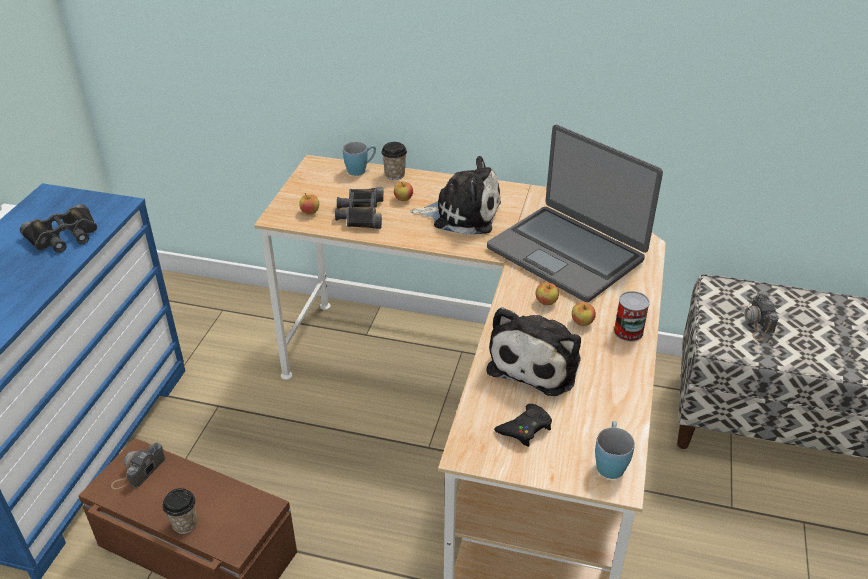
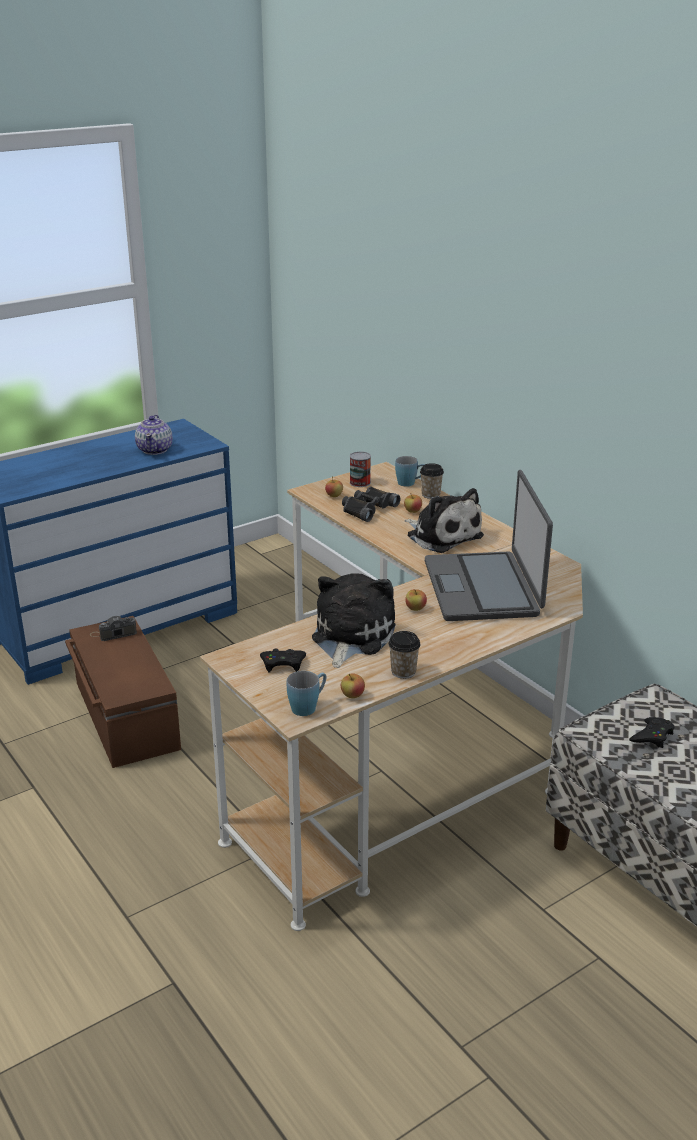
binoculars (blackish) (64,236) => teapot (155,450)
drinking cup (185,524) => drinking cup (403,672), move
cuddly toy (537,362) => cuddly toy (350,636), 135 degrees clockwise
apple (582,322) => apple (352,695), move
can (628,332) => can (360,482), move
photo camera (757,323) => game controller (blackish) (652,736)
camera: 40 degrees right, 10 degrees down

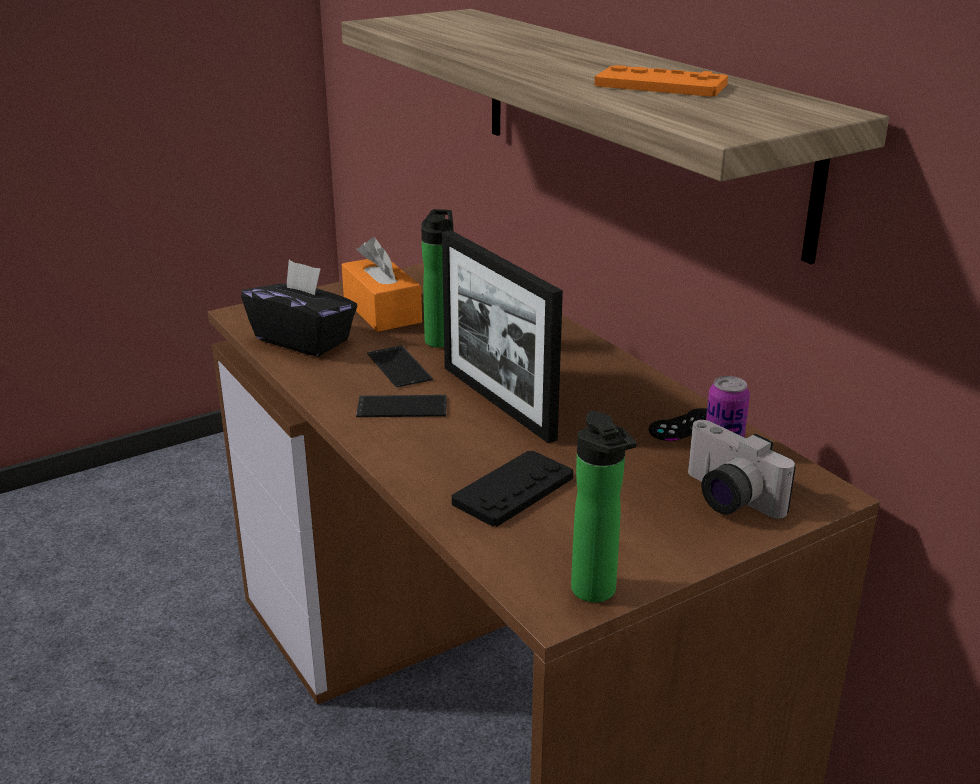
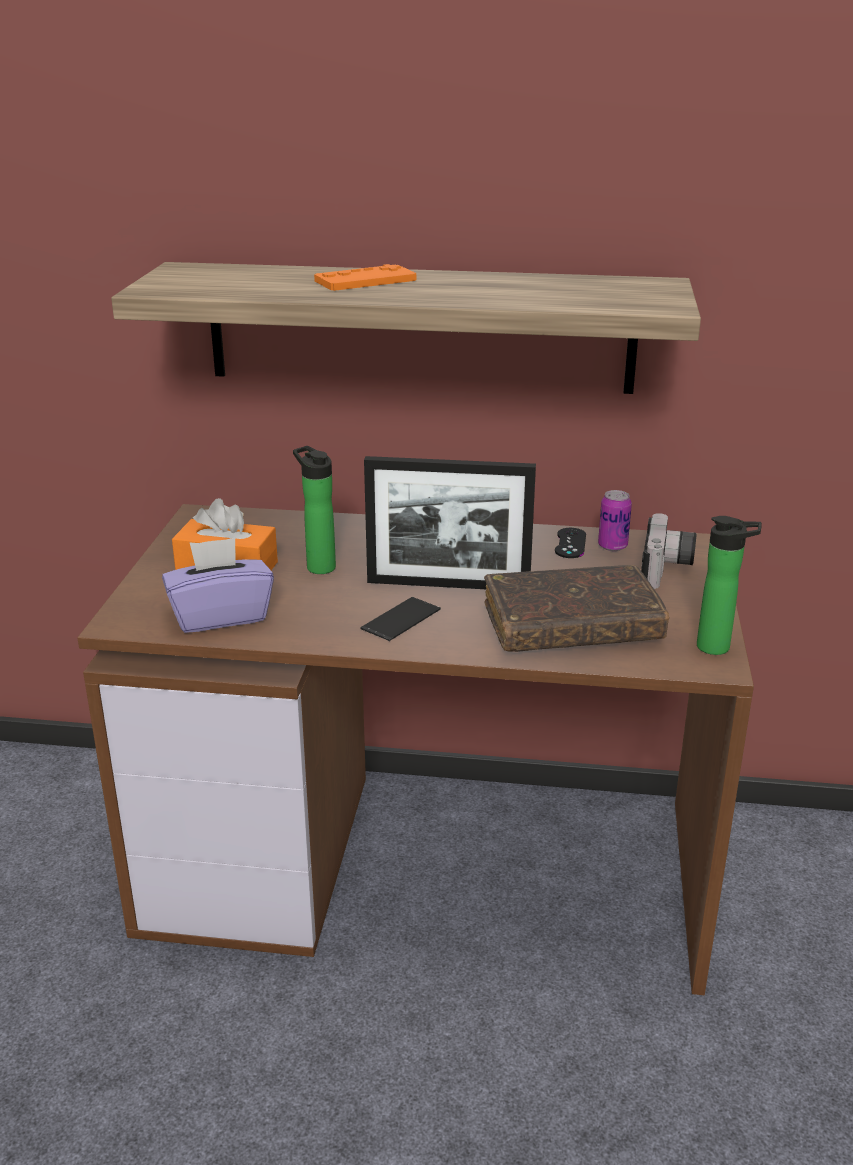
tissue box (blackish) (303,340) => tissue box (purple-coloured) (220,616)
phone (399,367) => nothing
game controller (blackish) (513,490) => volume (brown-coloured) (572,626)
game controller (orangey) (660,85) => game controller (orangey) (365,280), move
photo camera (725,498) => photo camera (667,570), 75 degrees counterclockwise
camera: 50 degrees left, 0 degrees up

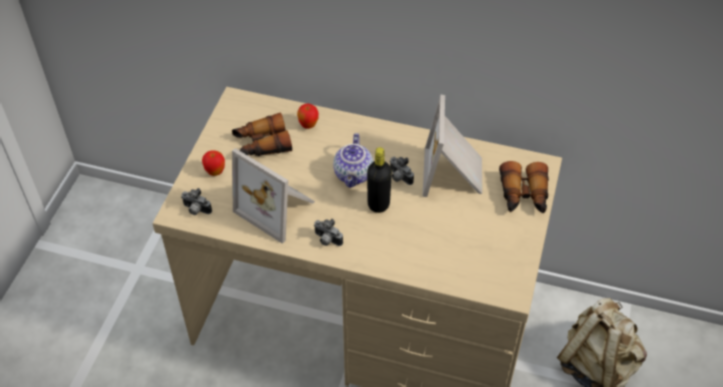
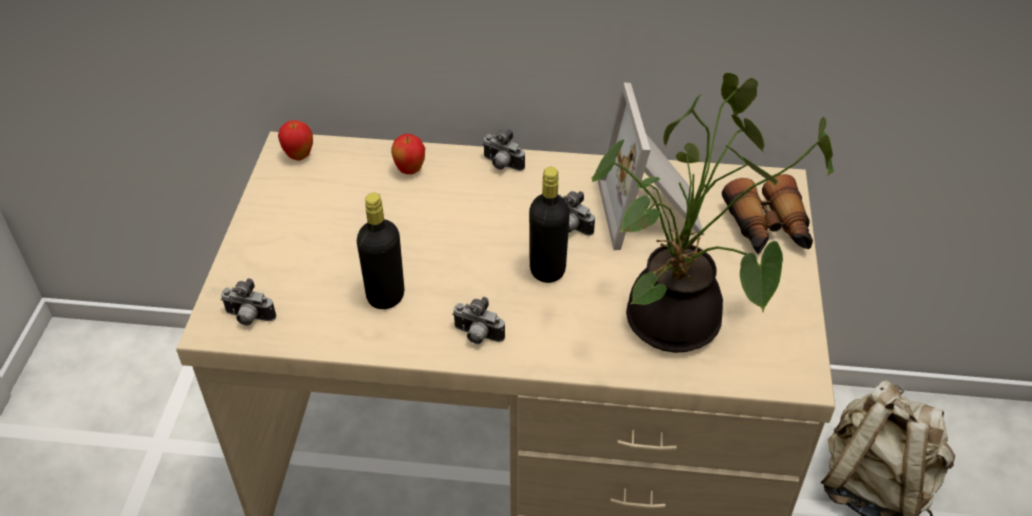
apple (215,172) => apple (299,156), move
binoculars (261,144) => nothing
standing frame (278,207) => bottle (blackish) (385,296)
teapot (354,175) => nothing
nothing => photo camera (501,165)
nothing => potted plant (679,327)
camera: 10 degrees left, 5 degrees down

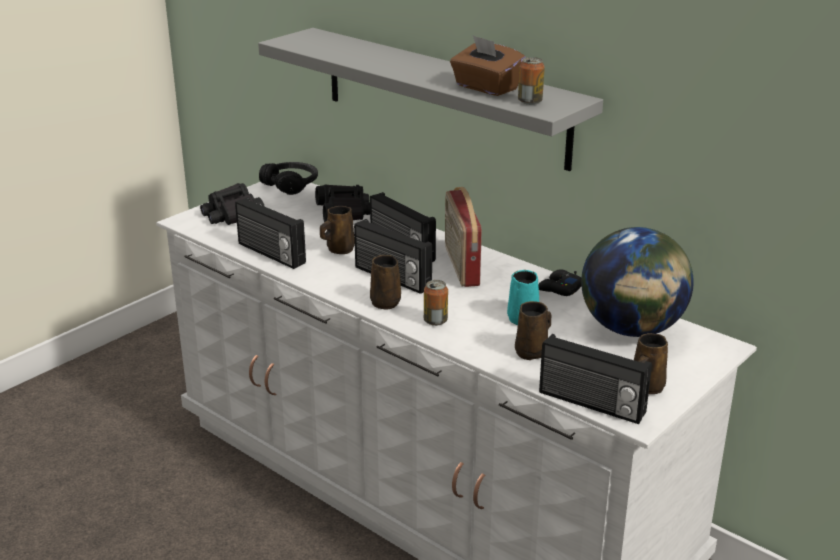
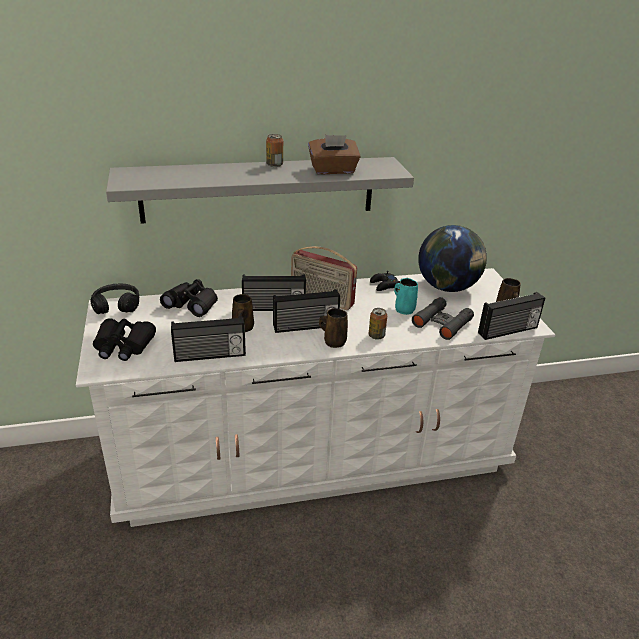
tea mug (brown-coloured) (532,352) => binoculars (blackish) (442,323)
can (530,101) => can (274,165), move
camera: 55 degrees left, 5 degrees up

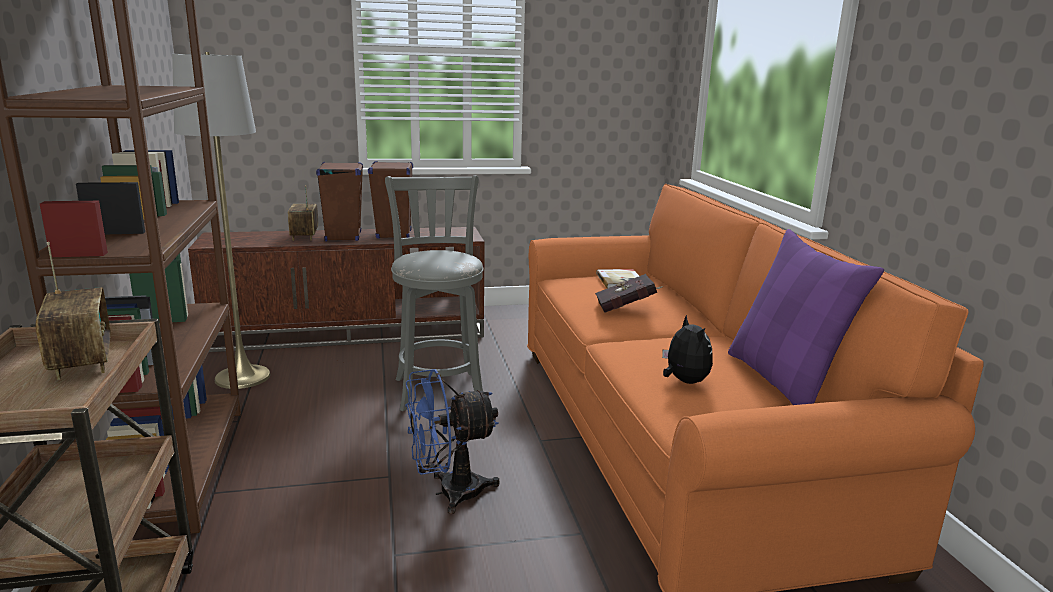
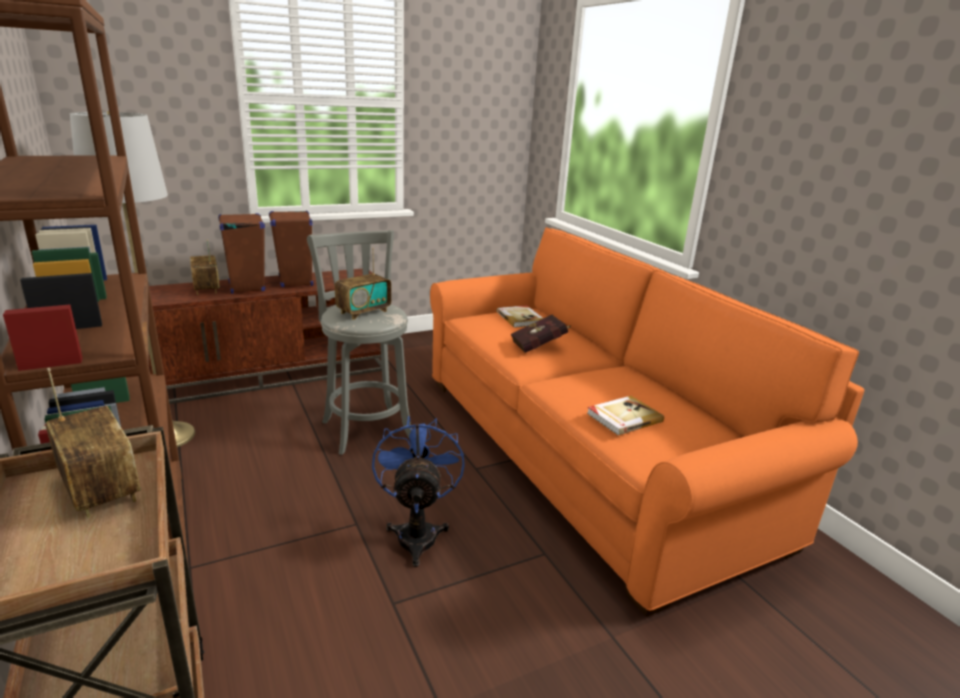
fan (bluish) (449,493) => fan (bluish) (417,532), 120 degrees clockwise
cuddly toy (684,381) => volume (623,417)
pillow (purple-coloured) (783,381) => nothing
nothing => radio receiver (363,312)
camera: 15 degrees left, 5 degrees up

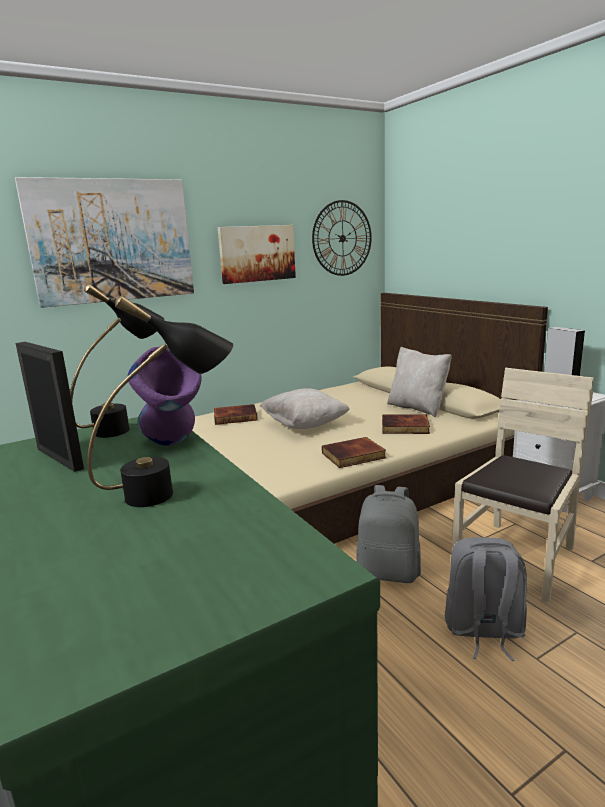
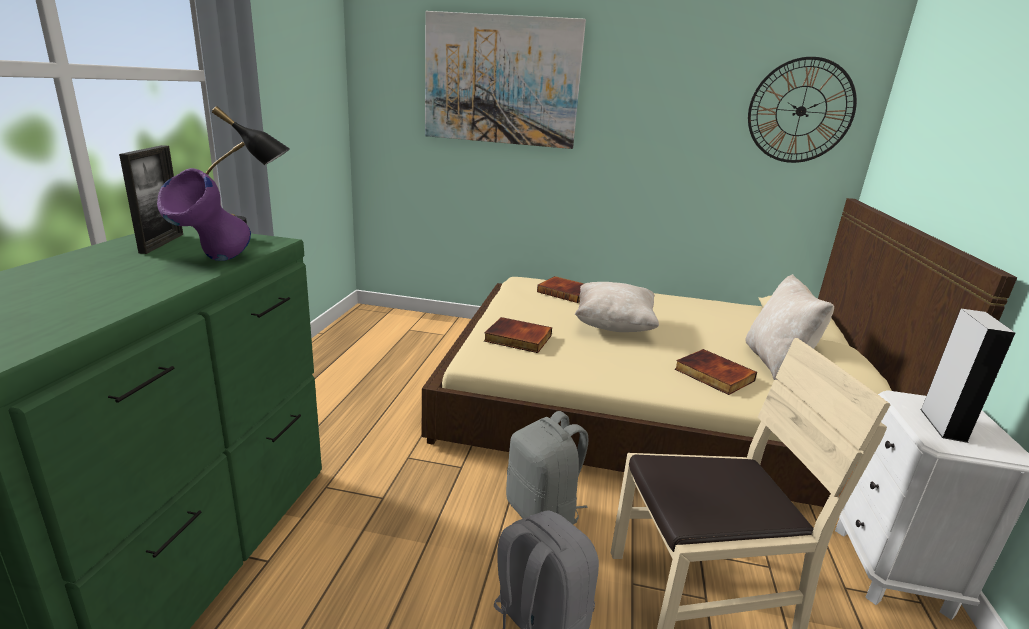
table lamp (blackish) (173,490) => nothing
picture (257,253) => nothing
volume (353,456) => volume (517,338), move
camera: 40 degrees right, 5 degrees up

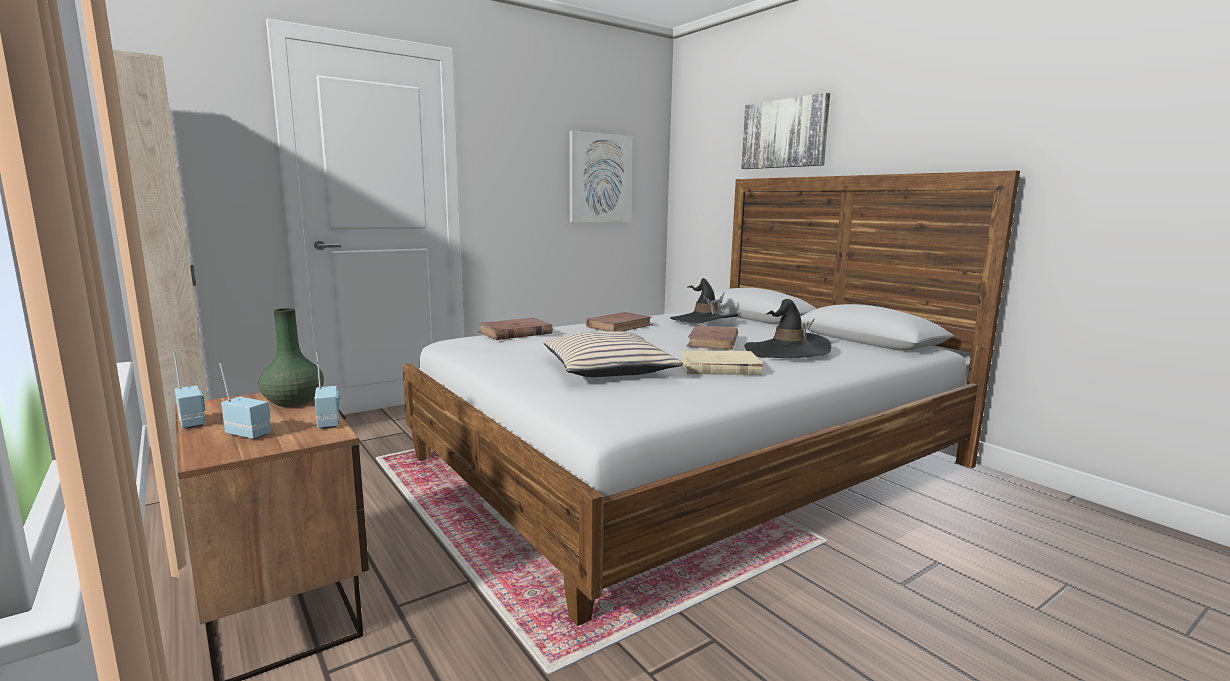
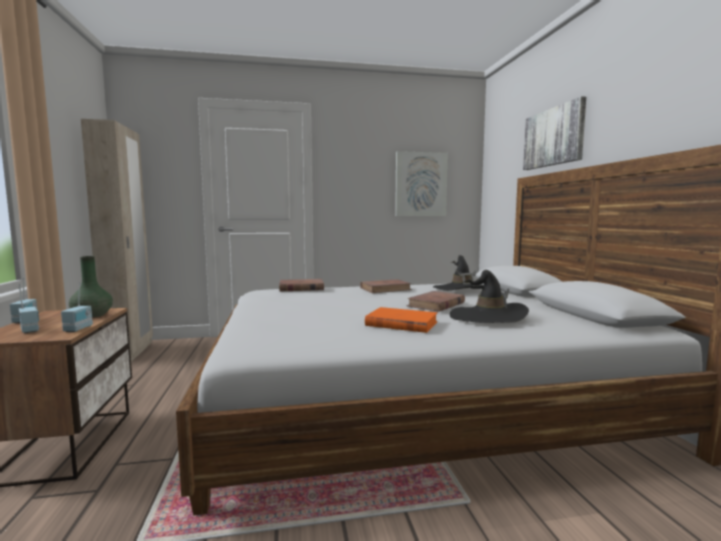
pillow (sand-coloured) (608,369) => nothing
volume (sand-coloured) (719,368) => volume (orangey) (401,324)
camera: 25 degrees right, 5 degrees down

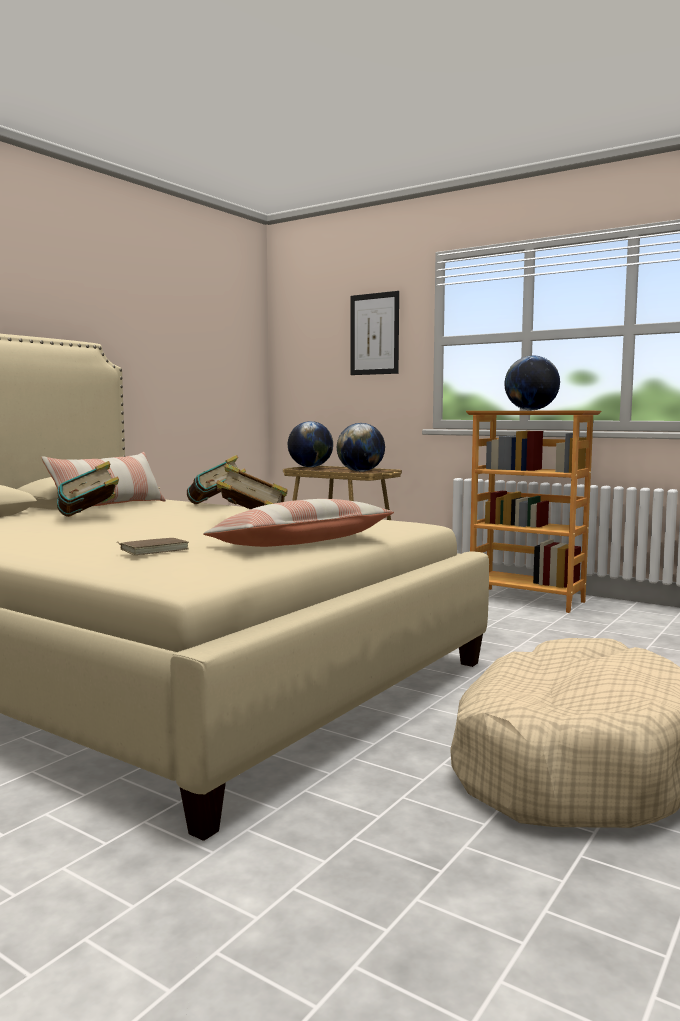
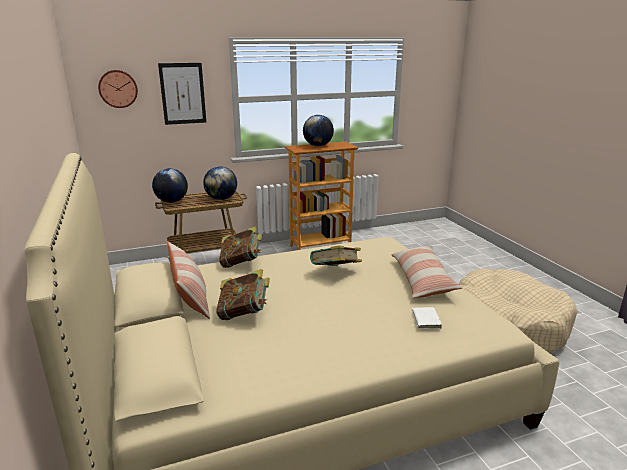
volume (brown-coloured) (154,550) => volume (white) (424,320)
nothing => wall clock (118,89)
camera: 55 degrees left, 15 degrees up

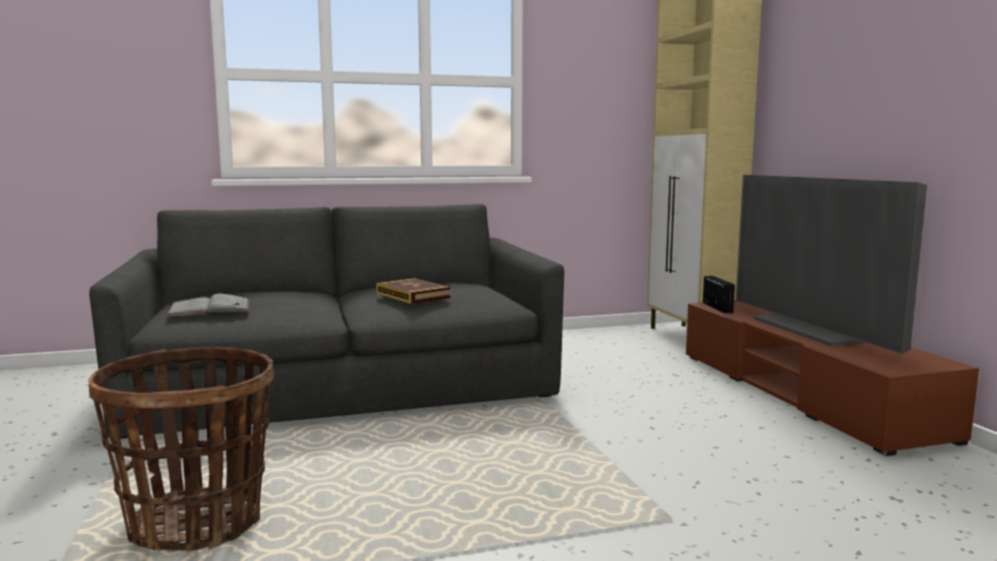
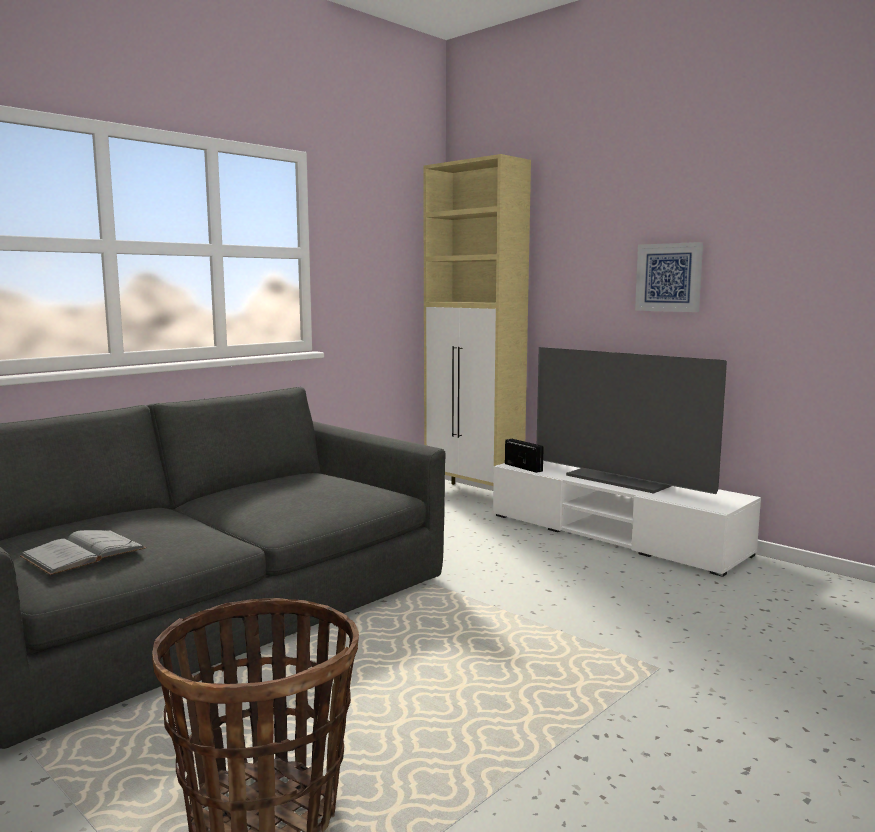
volume (413,295) => nothing
tv stand (brown-coloured) (802,393) => tv stand (white) (614,534)
nothing => picture (669,277)
camera: 30 degrees left, 0 degrees up

